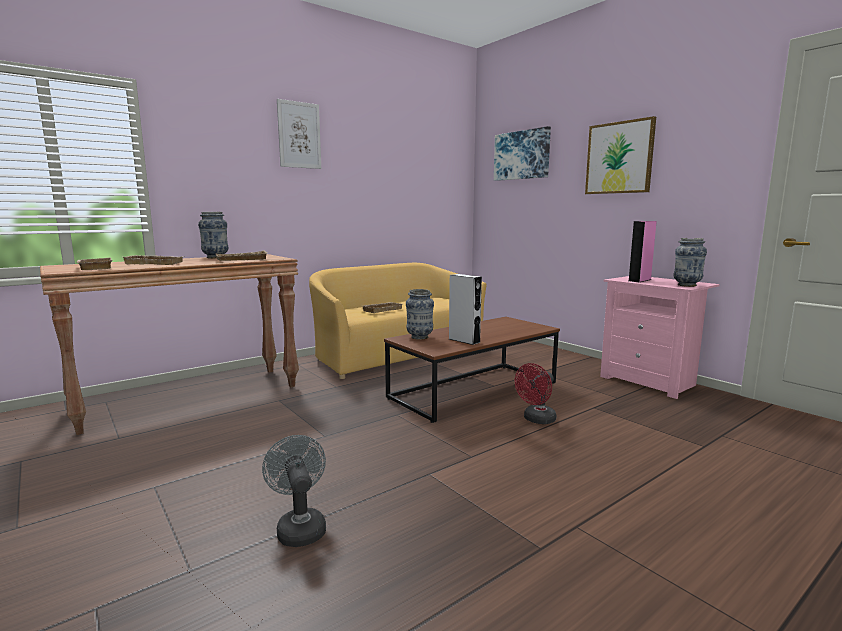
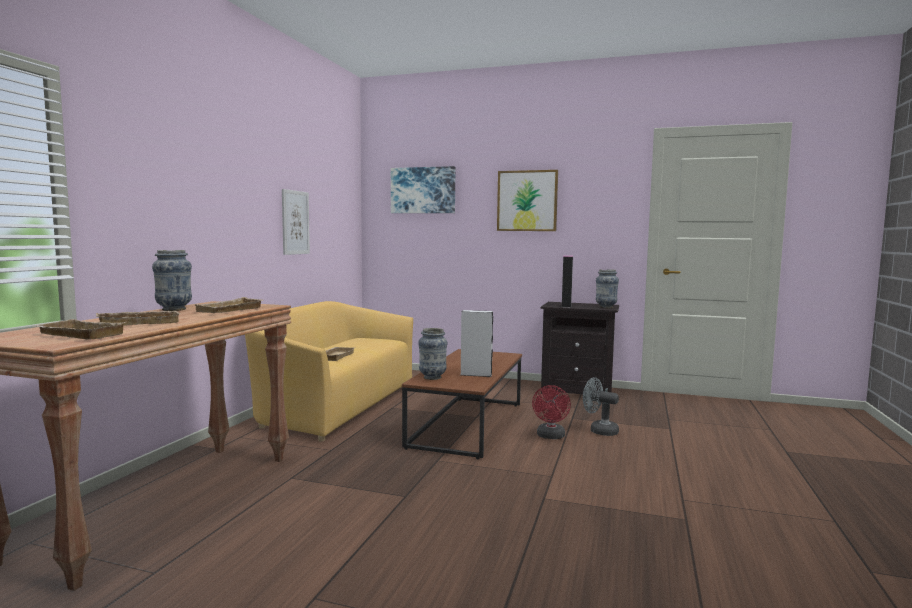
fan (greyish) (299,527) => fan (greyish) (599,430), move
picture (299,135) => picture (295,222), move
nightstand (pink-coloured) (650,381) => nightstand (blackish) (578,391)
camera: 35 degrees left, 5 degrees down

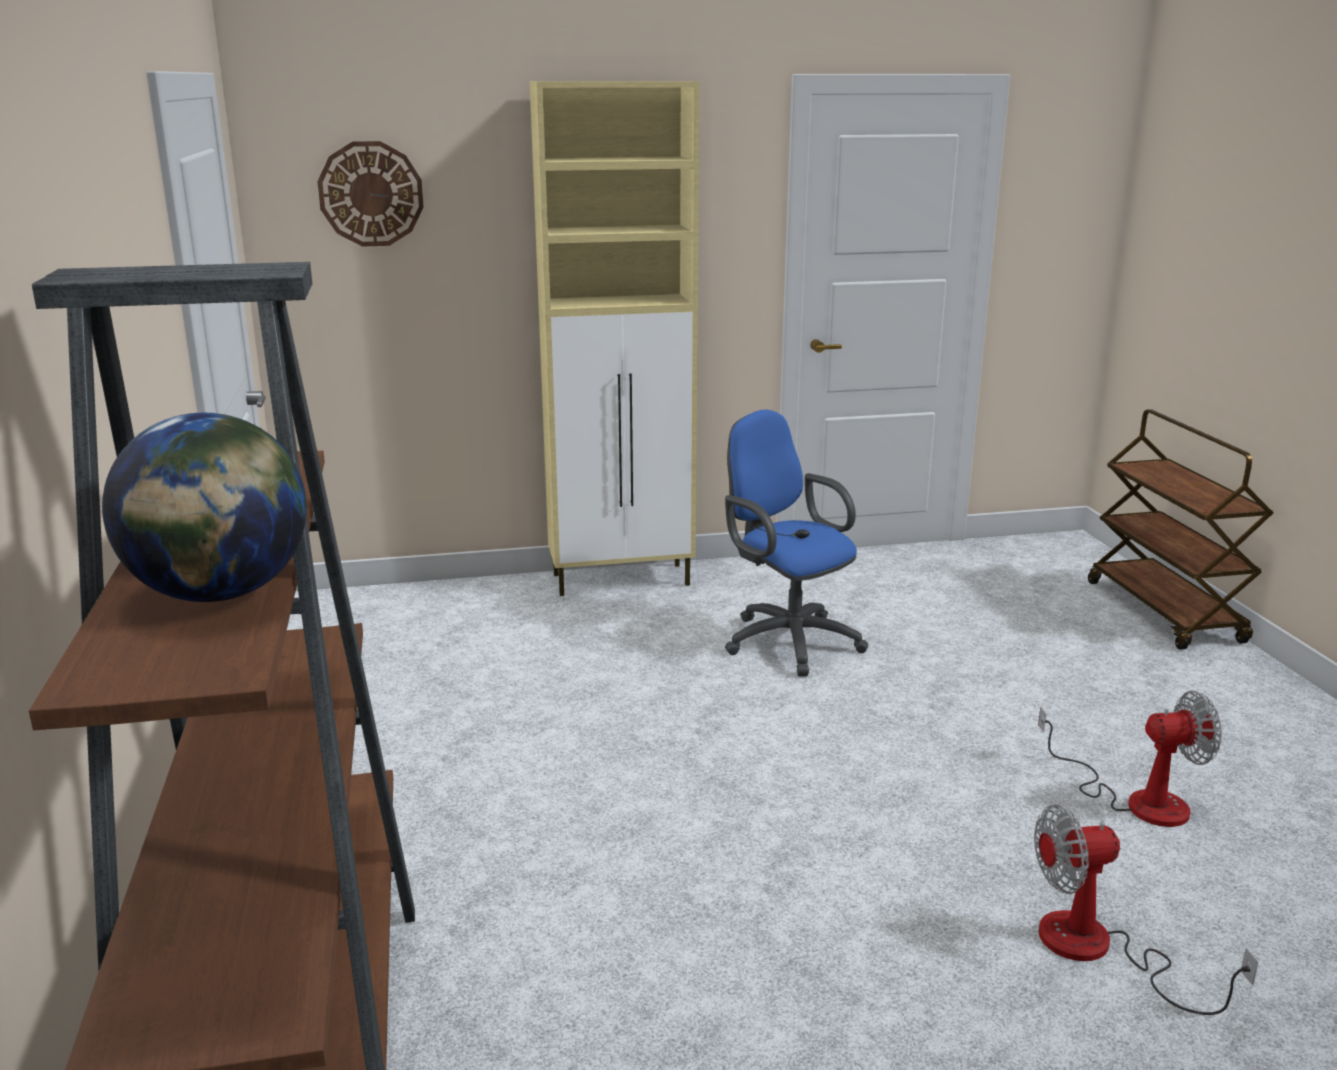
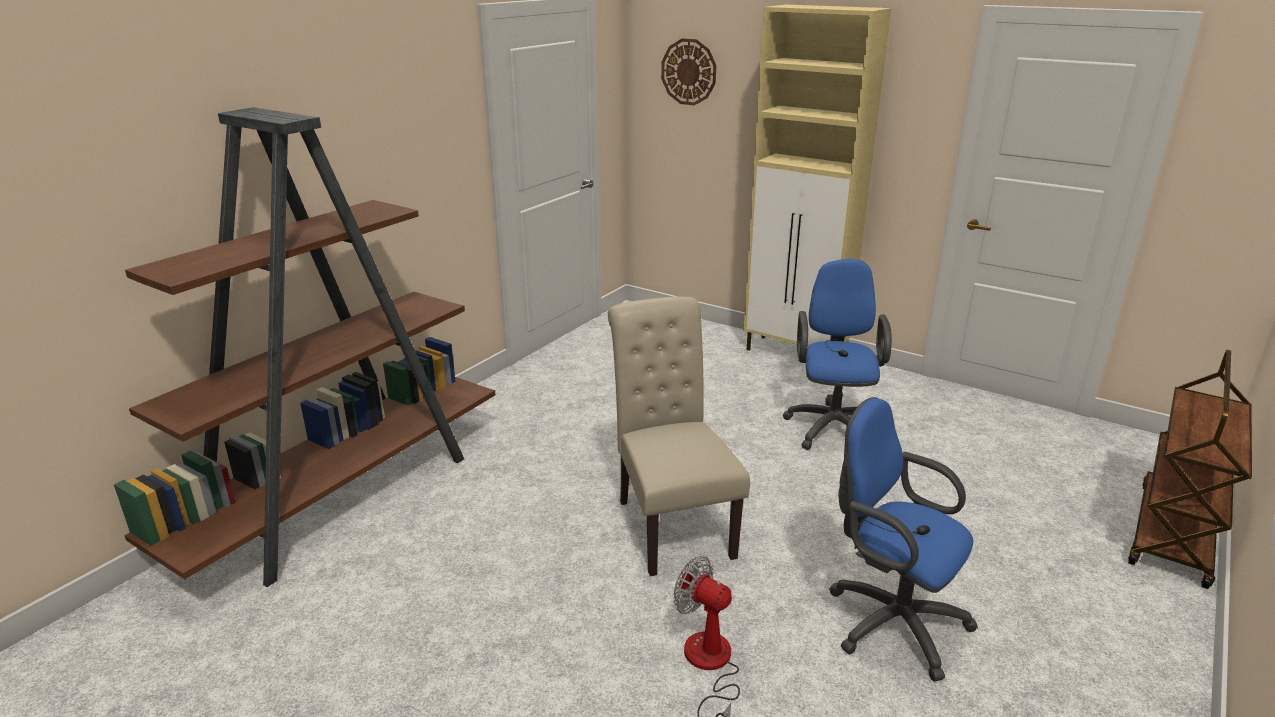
globe (220,594) => nothing
fan (1137,800) => computer chair (bluish) (889,620)
nothing => upright chair (sand-coloured) (671,523)
camera: 45 degrees right, 5 degrees up

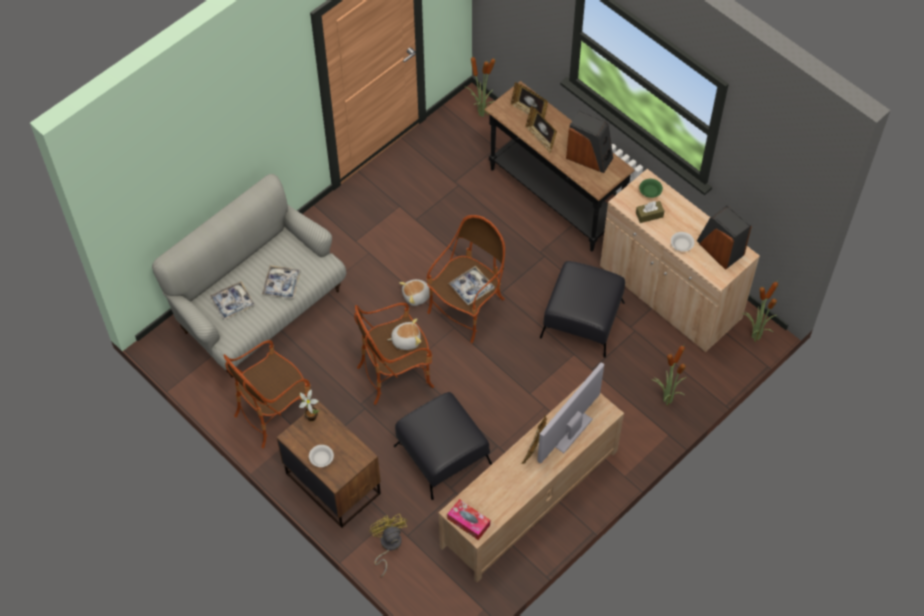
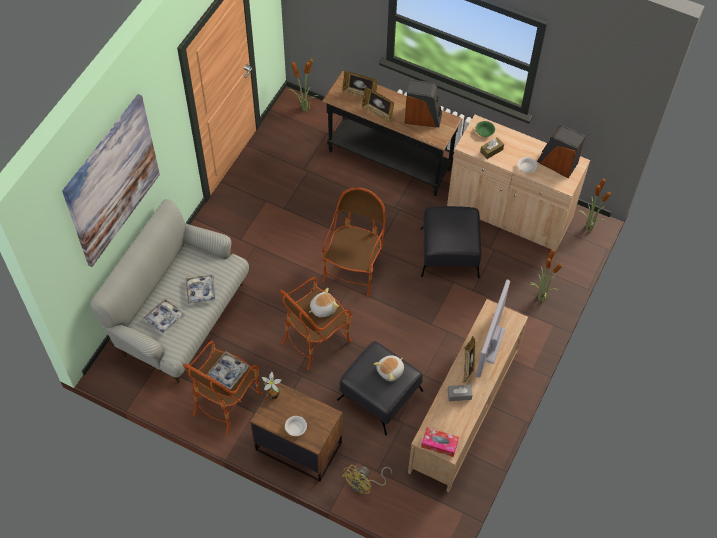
fan (yellowish) (388,545) => fan (yellowish) (364,484), 105 degrees counterclockwise
cuddly toy (416,296) => cuddly toy (390,371), move
carrying tray (471,288) => carrying tray (228,372), move
nothing => picture (112,181)
nothing => tissue box (greyish) (459,395)
camera: 20 degrees left, 0 degrees up

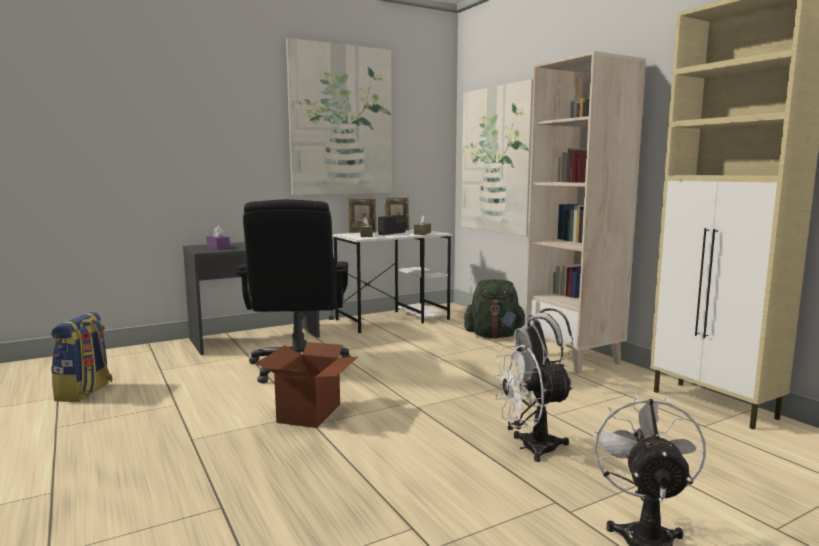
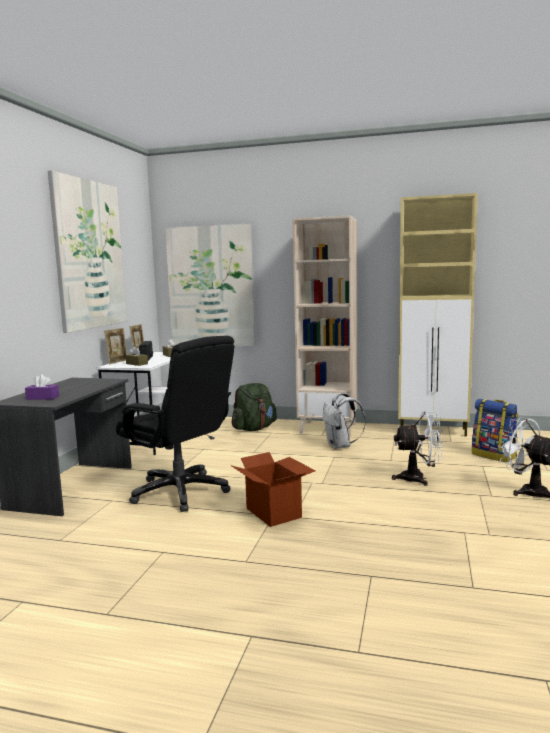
knapsack (85,392) => knapsack (494,455), move
fan (white) (530,448) => fan (white) (419,478), 120 degrees counterclockwise
camera: 45 degrees left, 0 degrees up

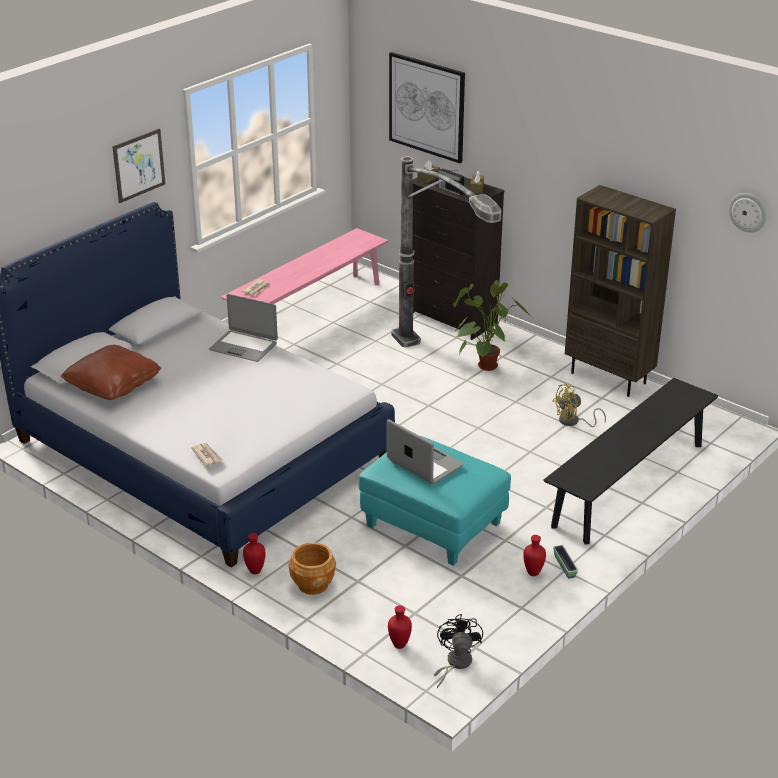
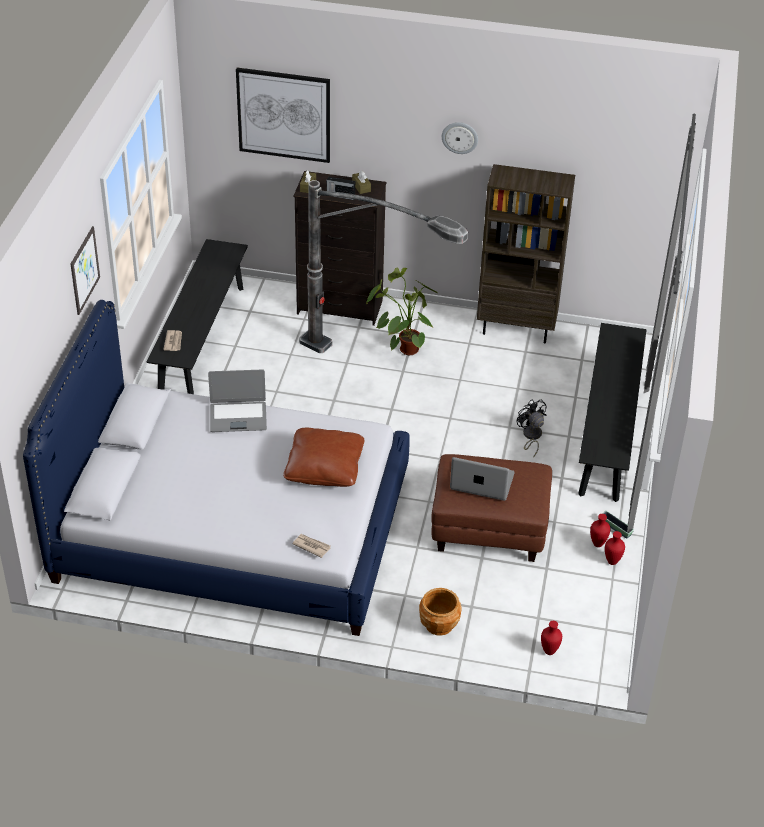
pillow (brown-coloured) (113,385) => pillow (brown-coloured) (324,468), move
bench (pink-coloured) (309,310) => bench (blackish) (202,340)
vase (red) (255,571) => vase (red) (612,562), move
footrest (turquoise) (433,525) => footrest (brown-coloured) (488,529)
fan (blackish) (455,663) => fan (blackish) (531,436), move
fan (yellowish) (573,422) => nothing
wall clock (748,212) => wall clock (460,137), move
camera: 30 degrees left, 10 degrees up

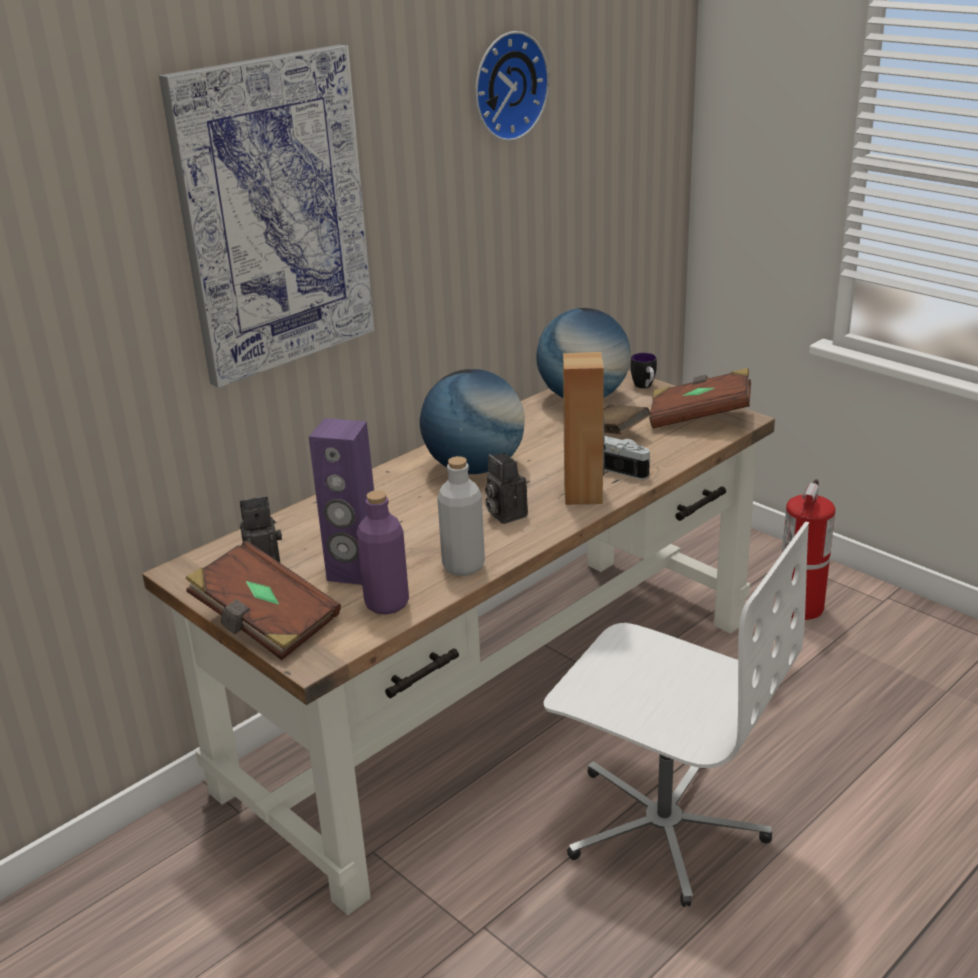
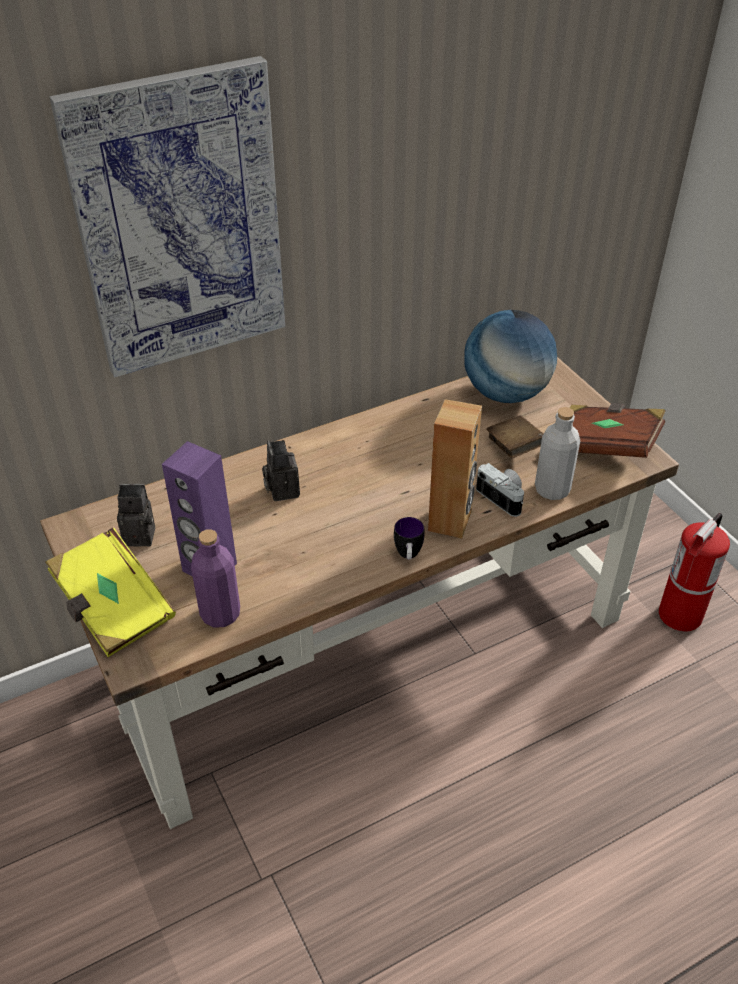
volume (brown-coloured) (265,622) => volume (yellowish) (113,608)
globe (474,468) => nothing
bottle (greyish) (463,566) => bottle (greyish) (552,489), move
wall clock (506,86) => nothing
photo camera (504,514) => photo camera (281,489), move
computer chair (white) (663,825) => nothing
tea mug (645,387) => tea mug (408,556), move
camera: 15 degrees right, 15 degrees up

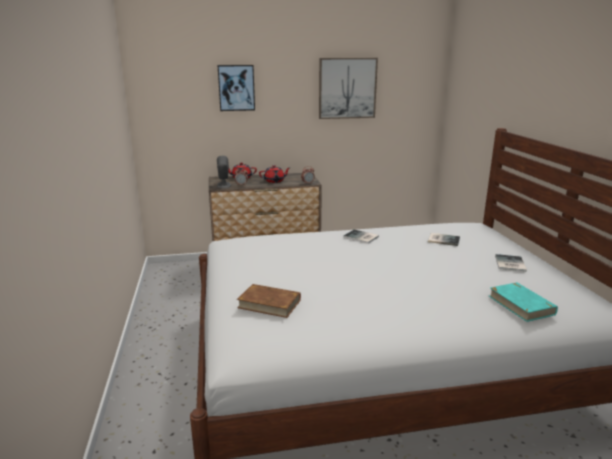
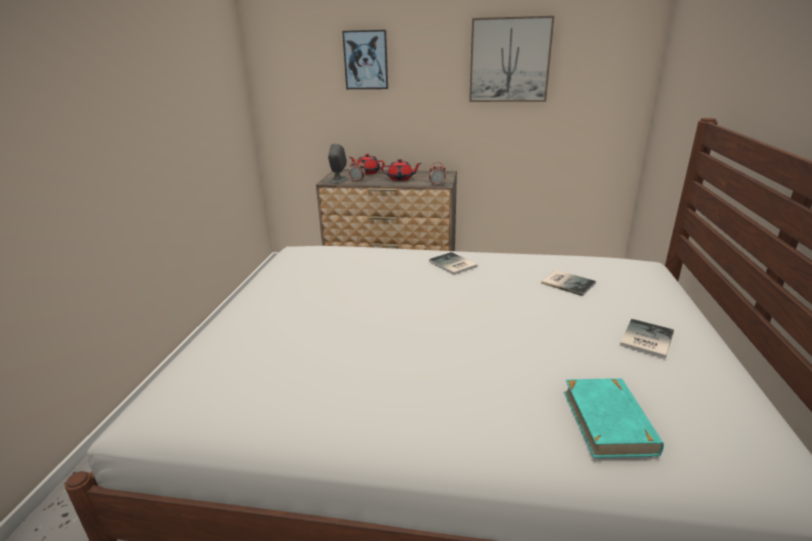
volume (brown-coloured) (269,304) => nothing
camera: 20 degrees right, 5 degrees up

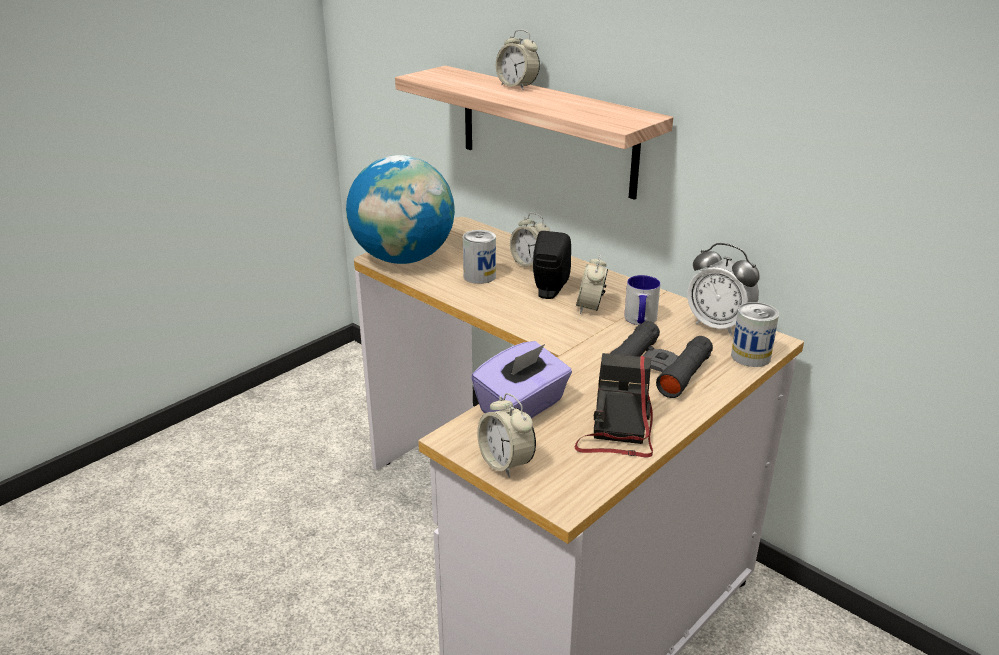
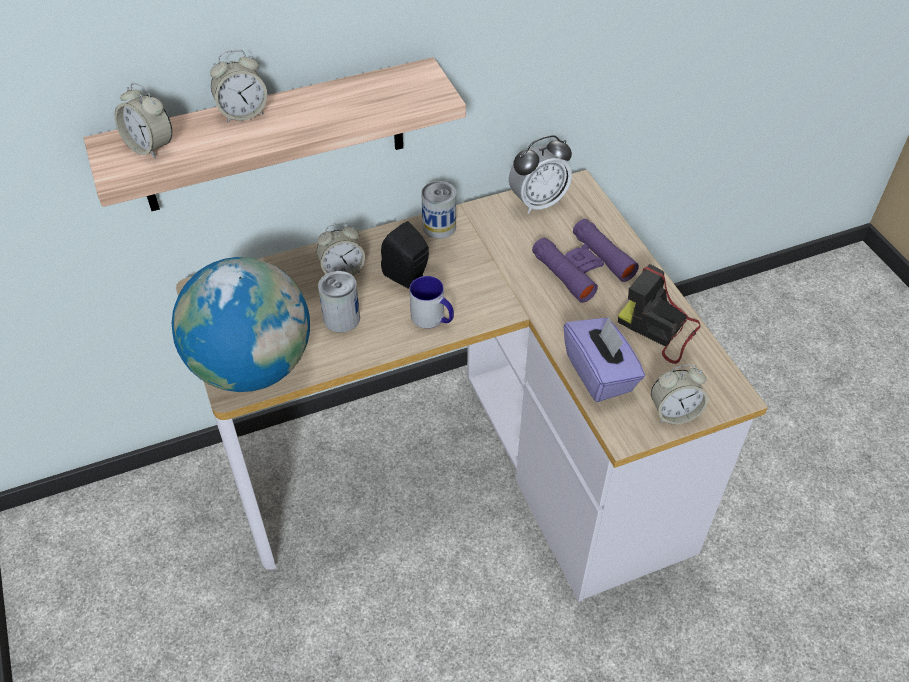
table clock (590,308) => table clock (150,147), move
binoculars (blackish) (657,368) => binoculars (purple-coloured) (583,267)
tea mug (640,321) => tea mug (433,319), move
can (750,356) => can (439,226), move
camera: 65 degrees left, 20 degrees up

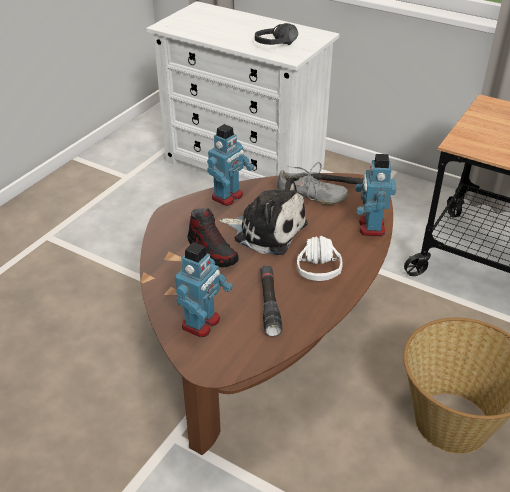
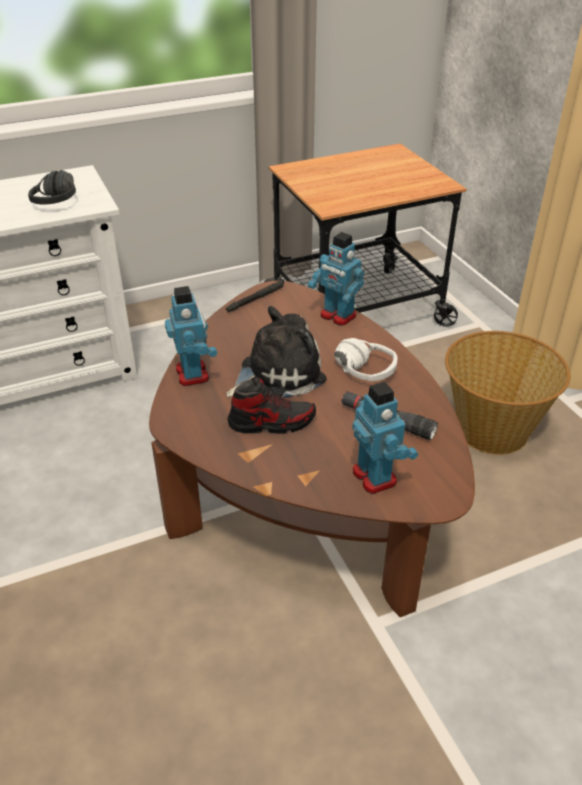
shoe (greyish) (310,198) => nothing
camera: 55 degrees left, 0 degrees up

